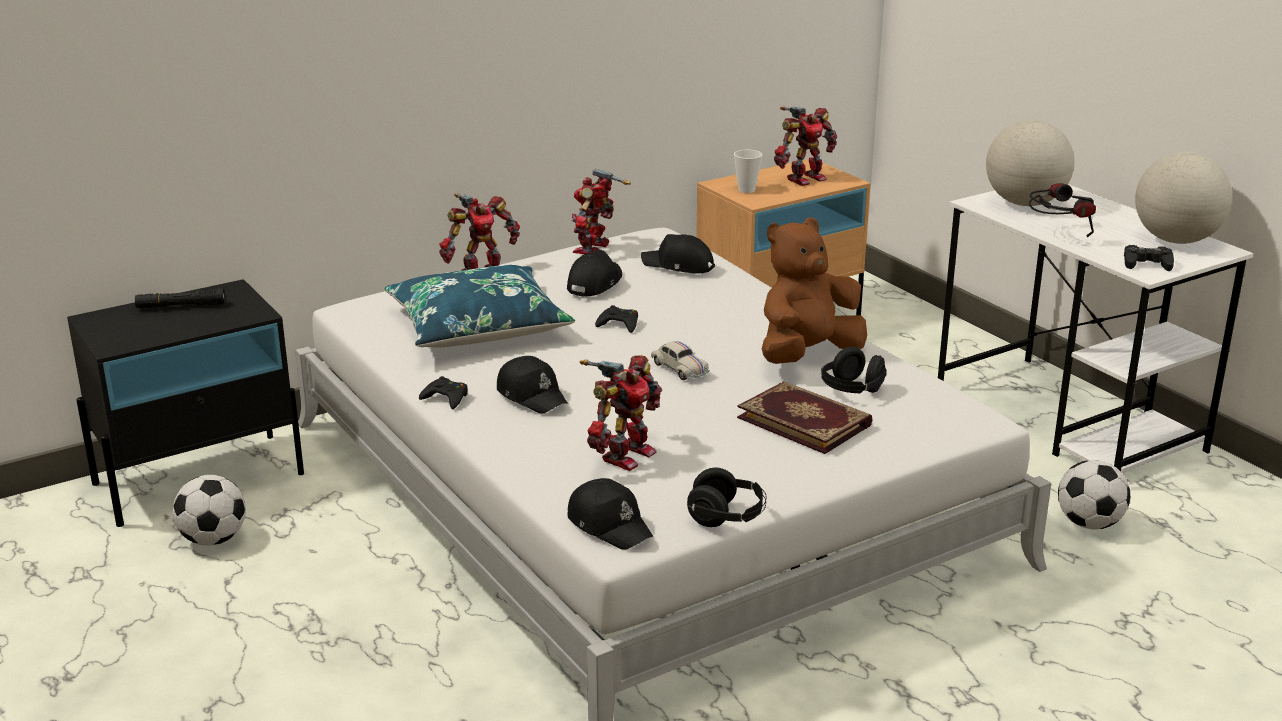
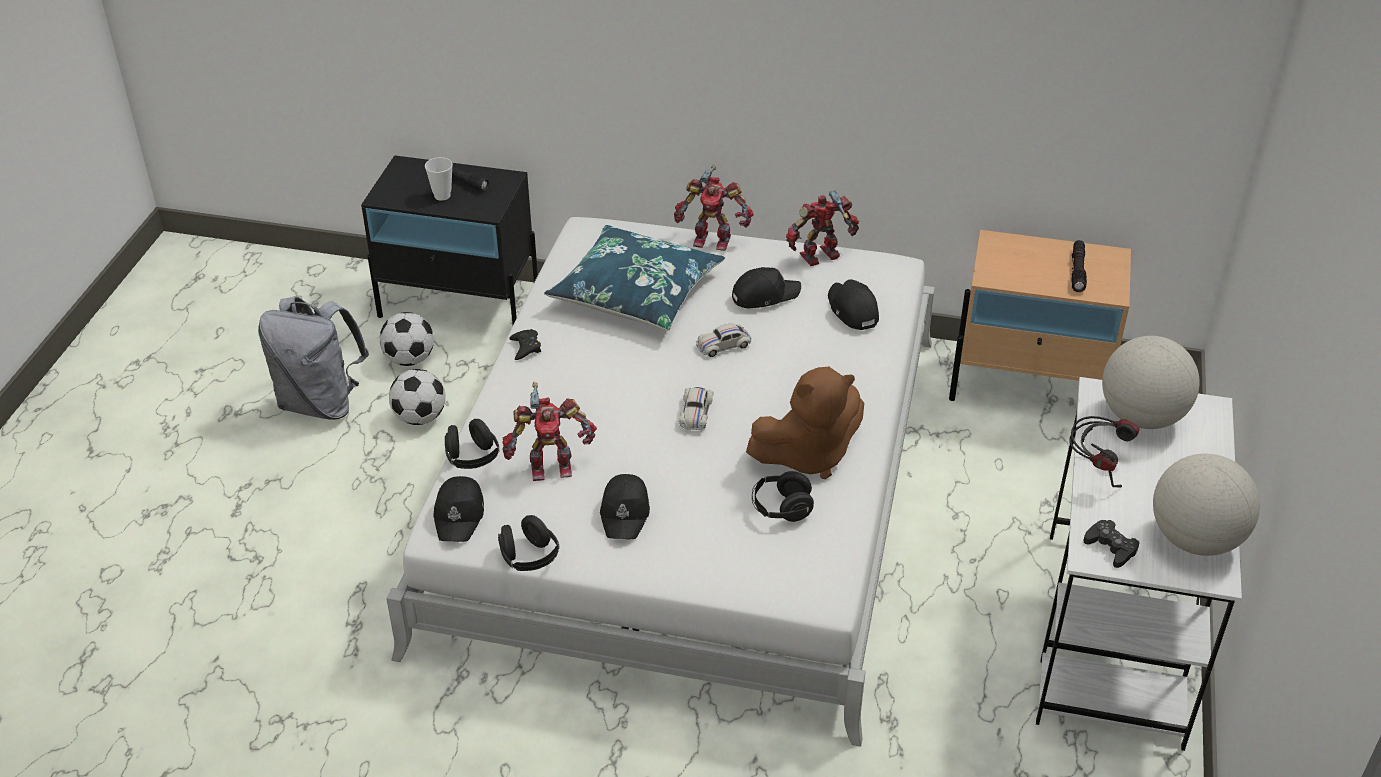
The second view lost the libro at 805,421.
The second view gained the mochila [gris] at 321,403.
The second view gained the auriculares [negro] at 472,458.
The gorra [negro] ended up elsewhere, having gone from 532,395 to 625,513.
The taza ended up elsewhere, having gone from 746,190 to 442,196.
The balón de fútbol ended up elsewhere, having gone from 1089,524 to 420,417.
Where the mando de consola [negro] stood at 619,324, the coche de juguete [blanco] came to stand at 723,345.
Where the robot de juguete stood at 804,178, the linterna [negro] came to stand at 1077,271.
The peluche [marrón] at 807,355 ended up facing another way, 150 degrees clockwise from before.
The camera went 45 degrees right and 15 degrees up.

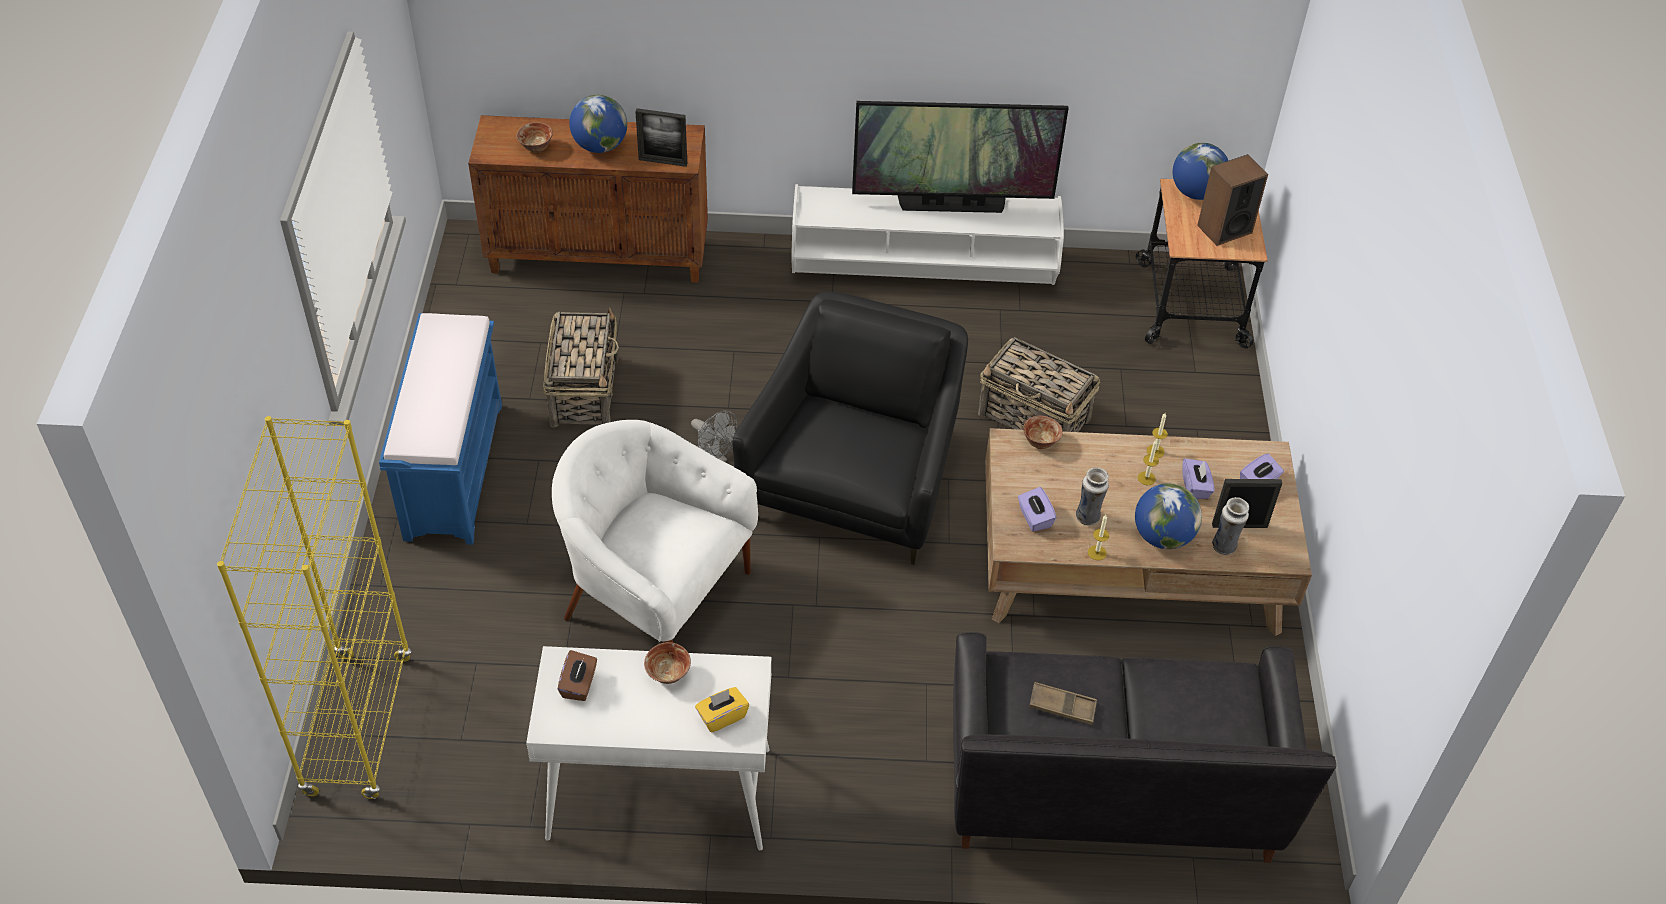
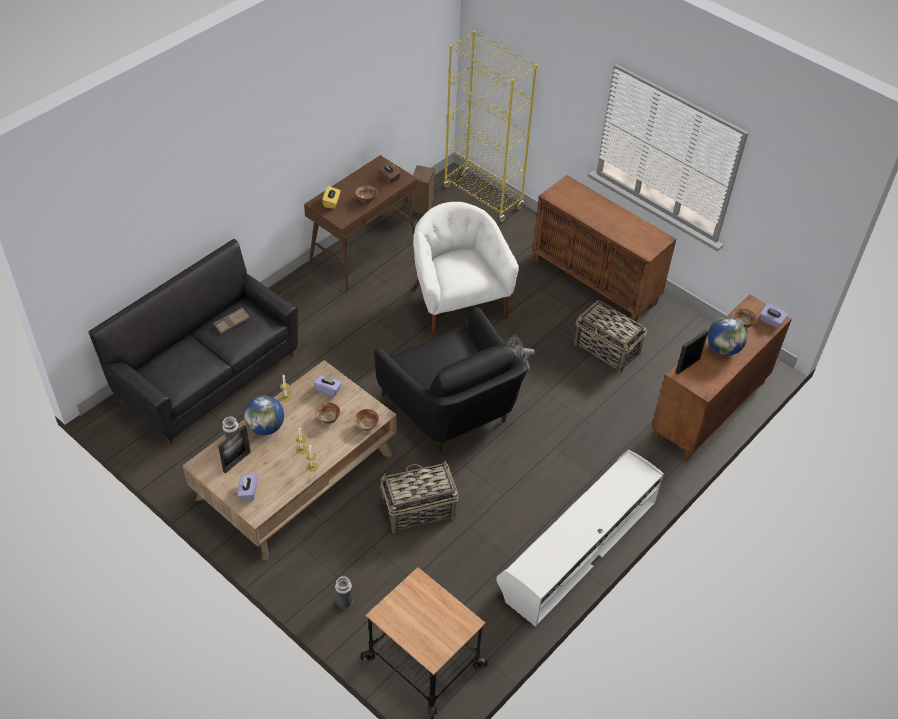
The second view lost the televisor at 952,204.
The second view lost the globo terráqueo at 1196,193.
The second view gained the cuenco at 328,419.
The florero ended up elsewhere, having gone from 1088,517 to 344,603.
The caja de pañuelos [morado] ended up elsewhere, having gone from 1195,487 to 771,321.
The altavoz ended up elsewhere, having gone from 1224,229 to 422,206.
Where the banco [azul] stood at 453,469, the armario [marrón] came to stand at 595,282.
What was the mesa consola [blanco] at 658,794 turned into the mesa consola [marrón] at 363,252.
The sillón [blanco] at 655,596 ended up facing another way, 90 degrees counterclockwise from before.
The camera went 130 degrees right and 0 degrees up.

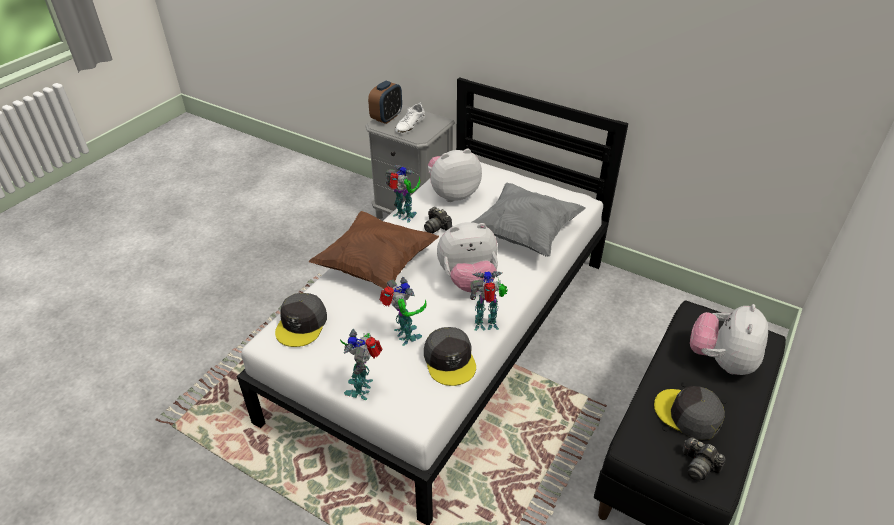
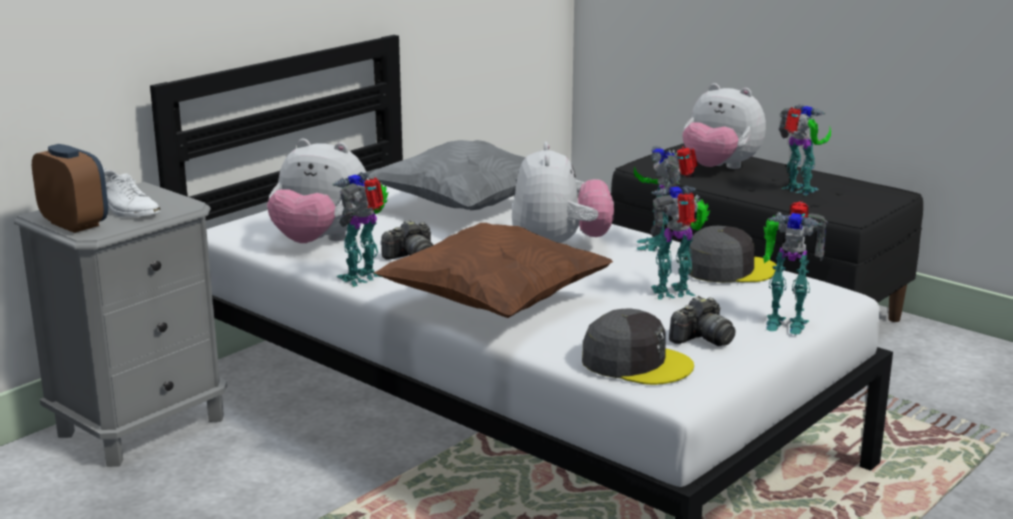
The cámara ended up elsewhere, having gone from 698,466 to 702,339.
Where the gorra [gris] stood at 688,414, the robot de juguete came to stand at 799,190.
The peluche at 453,194 ended up facing another way, 60 degrees counterclockwise from before.
The camera went 80 degrees left and 20 degrees down.

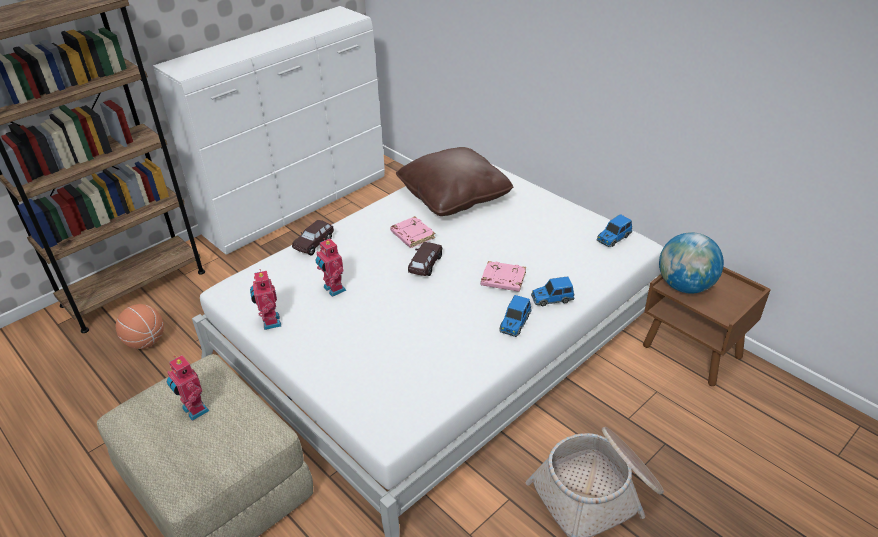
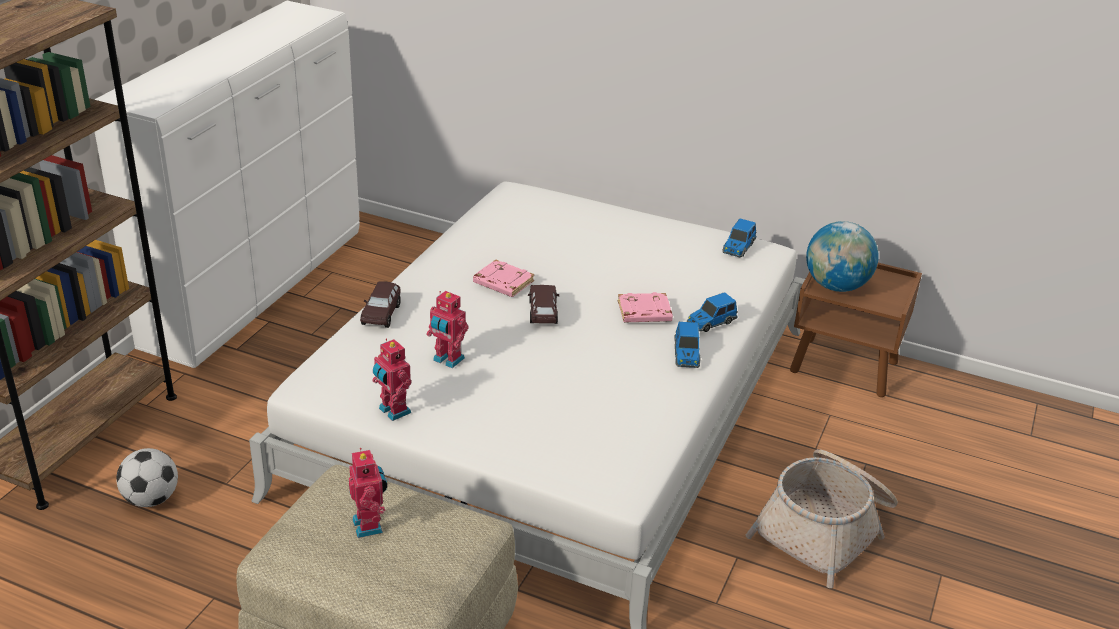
The second view lost the cojín [marrón] at 453,196.
Where the balón de baloncesto stood at 145,341, the balón de fútbol came to stand at 151,499.
The robot de juguete at 194,410 ended up facing another way, 135 degrees counterclockwise from before.
The camera went 25 degrees left and 5 degrees down.

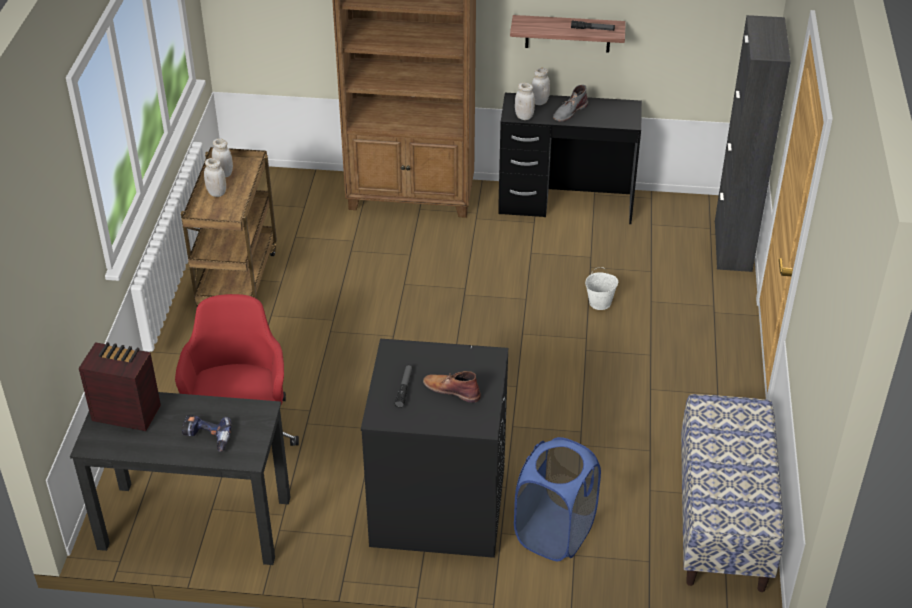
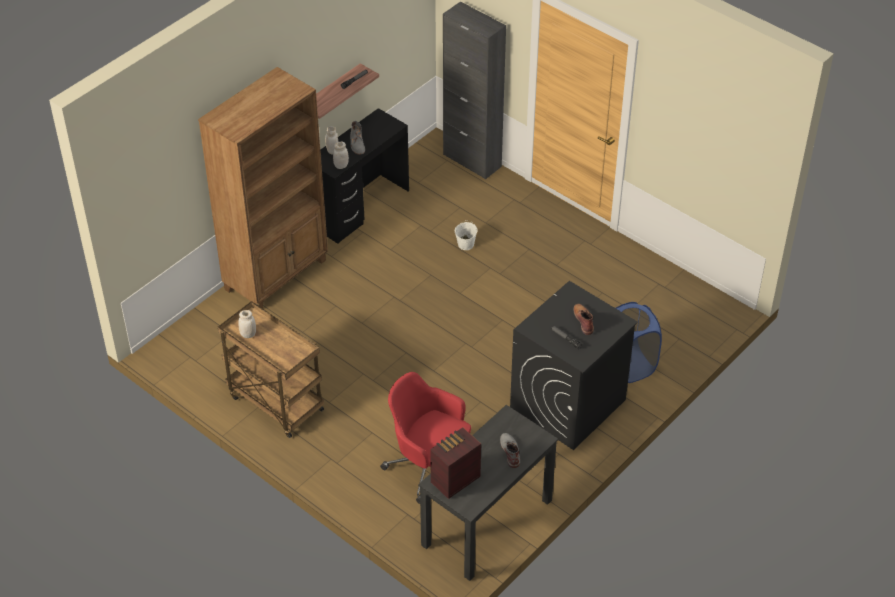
The second view lost the tarro [blanco] at 217,193.
The second view lost the banco at 723,520.
Where the taladro stood at 207,439, the bota [gris] came to stand at 510,451.
The bota [marrón] at 451,389 ended up facing another way, 105 degrees clockwise from before.
The camera went 55 degrees left and 5 degrees up.

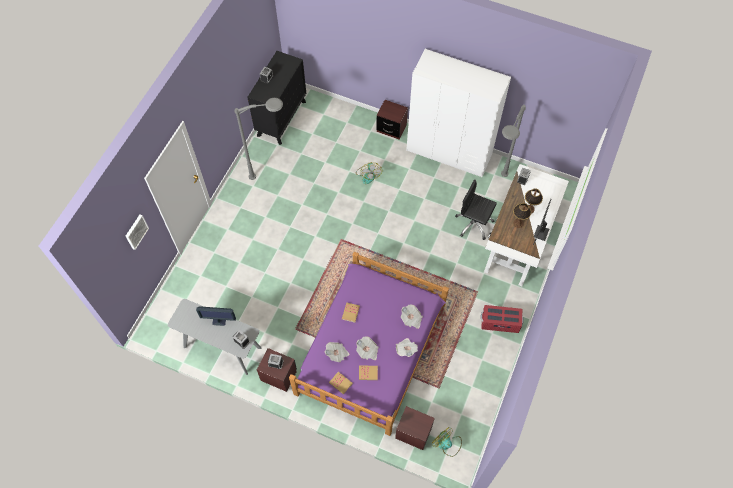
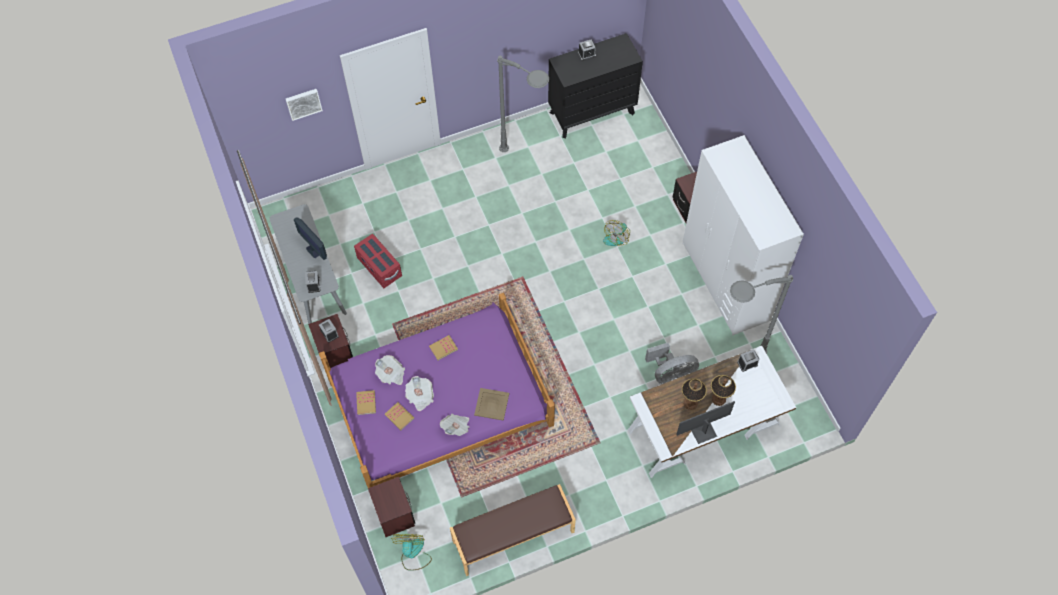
The second view gained the banco [marrón] at 513,537.
The caja de almacenaje [rojo] ended up elsewhere, having gone from 500,323 to 379,267.
Where the periódico stood at 411,319, the bandeja [beis] came to stand at 492,404.
Where the silla de oficina [negro] stood at 473,224, the ventilador [gris] came to stand at 670,374.
The camera went 45 degrees right and 0 degrees up.

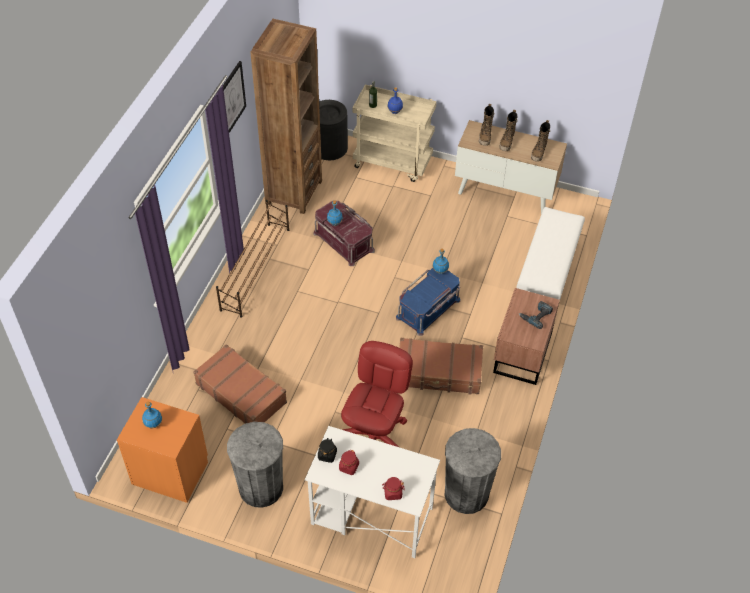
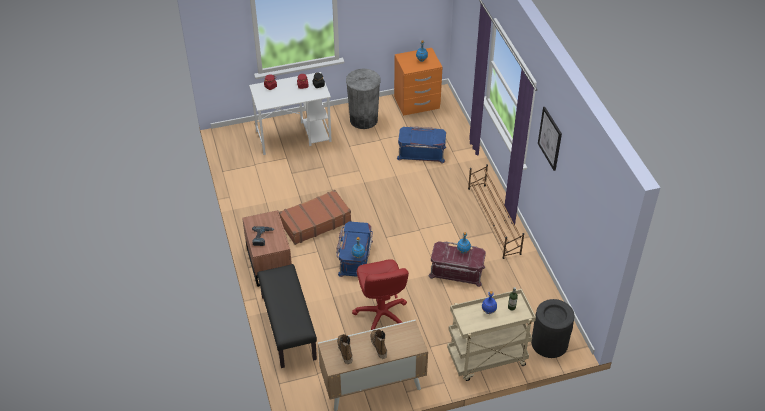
The second view lost the estantería [marrón] at 293,192.
The second view lost the papelera [gris] at 466,494.
The second view lost the bota at 485,137.
The silla de oficina [rojo] ended up elsewhere, having gone from 375,437 to 381,315.
Where the maleta [marrón] stood at 241,392, the caja de almacenaje [azul] came to stand at 421,152.
What was the banco [blanco] at 546,278 turned into the banco [negro] at 287,327.
The camera went 145 degrees right and 5 degrees down.

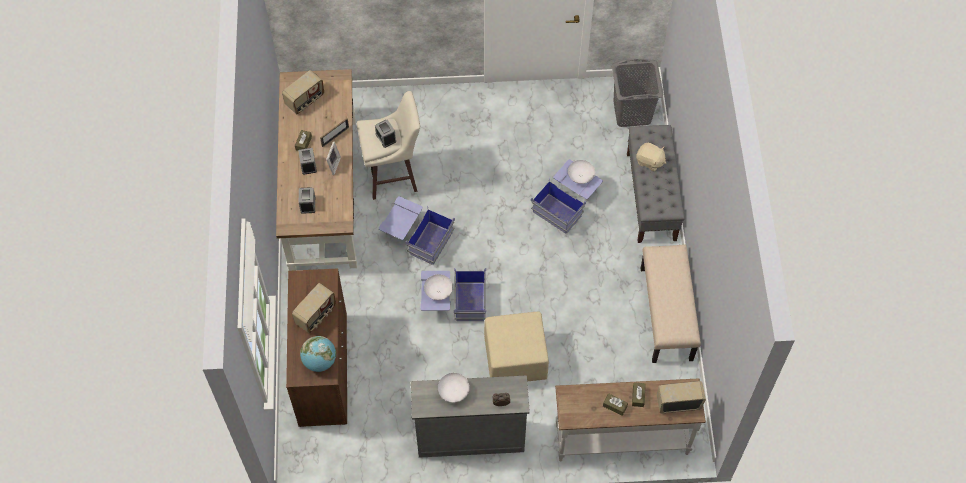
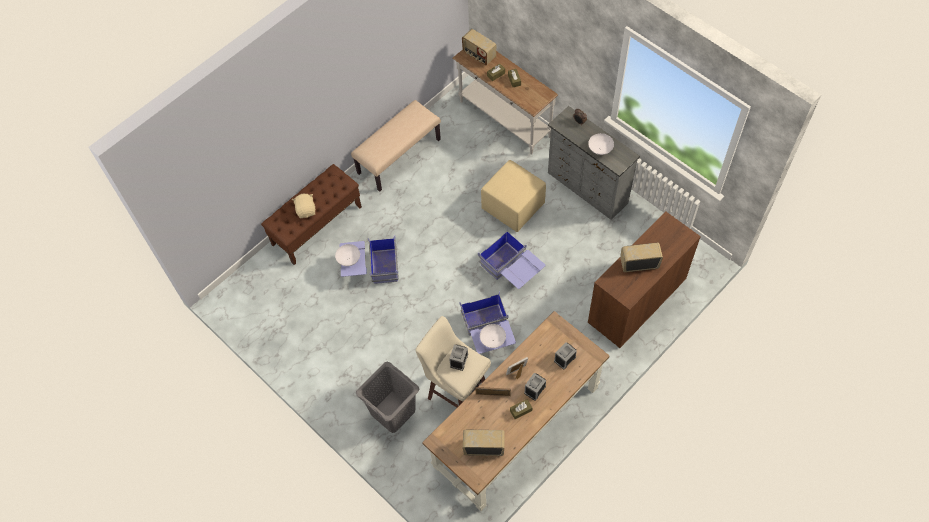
The second view lost the globo terráqueo at 320,361.
The cuenco [blanco] ended up elsewhere, having gone from 439,292 to 492,339.
The cesto de la ropa [gris] ended up elsewhere, having gone from 632,112 to 392,411.
What was the banco [gris] at 651,197 turned into the banco [marrón] at 317,225.
The camera went 130 degrees left and 0 degrees up.

